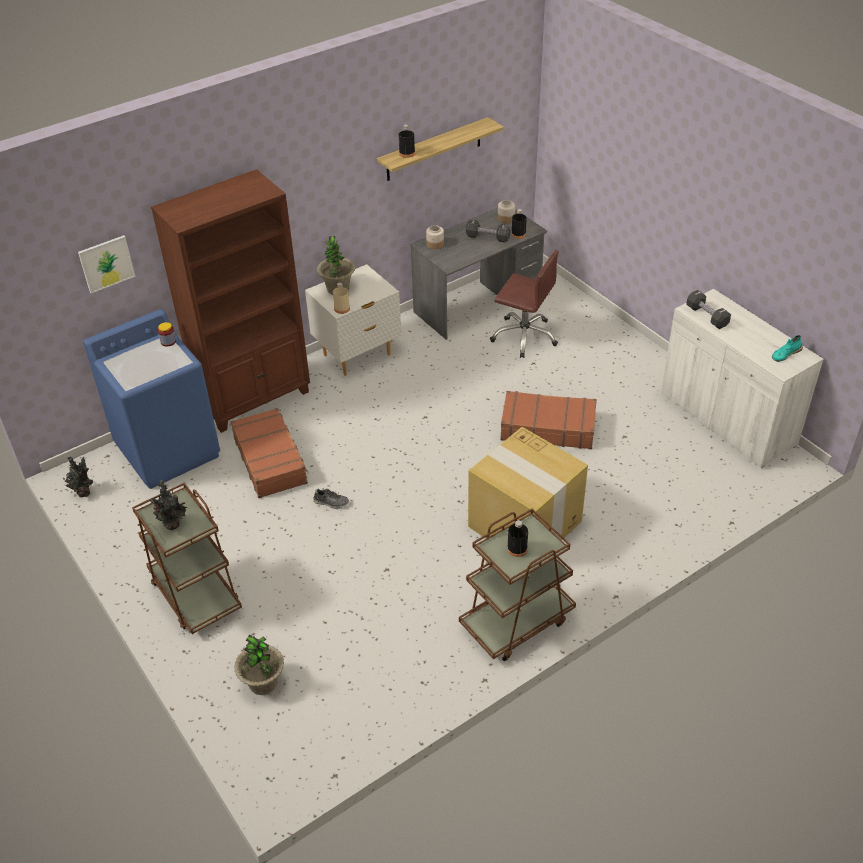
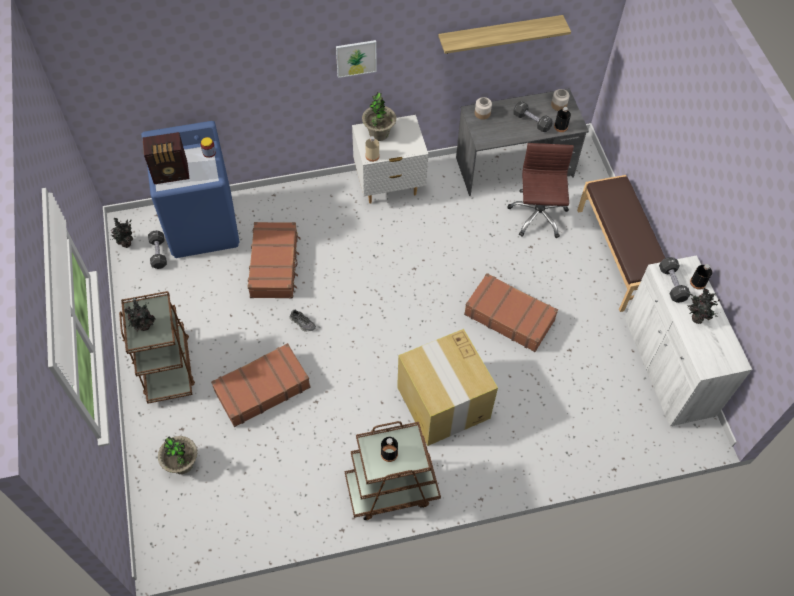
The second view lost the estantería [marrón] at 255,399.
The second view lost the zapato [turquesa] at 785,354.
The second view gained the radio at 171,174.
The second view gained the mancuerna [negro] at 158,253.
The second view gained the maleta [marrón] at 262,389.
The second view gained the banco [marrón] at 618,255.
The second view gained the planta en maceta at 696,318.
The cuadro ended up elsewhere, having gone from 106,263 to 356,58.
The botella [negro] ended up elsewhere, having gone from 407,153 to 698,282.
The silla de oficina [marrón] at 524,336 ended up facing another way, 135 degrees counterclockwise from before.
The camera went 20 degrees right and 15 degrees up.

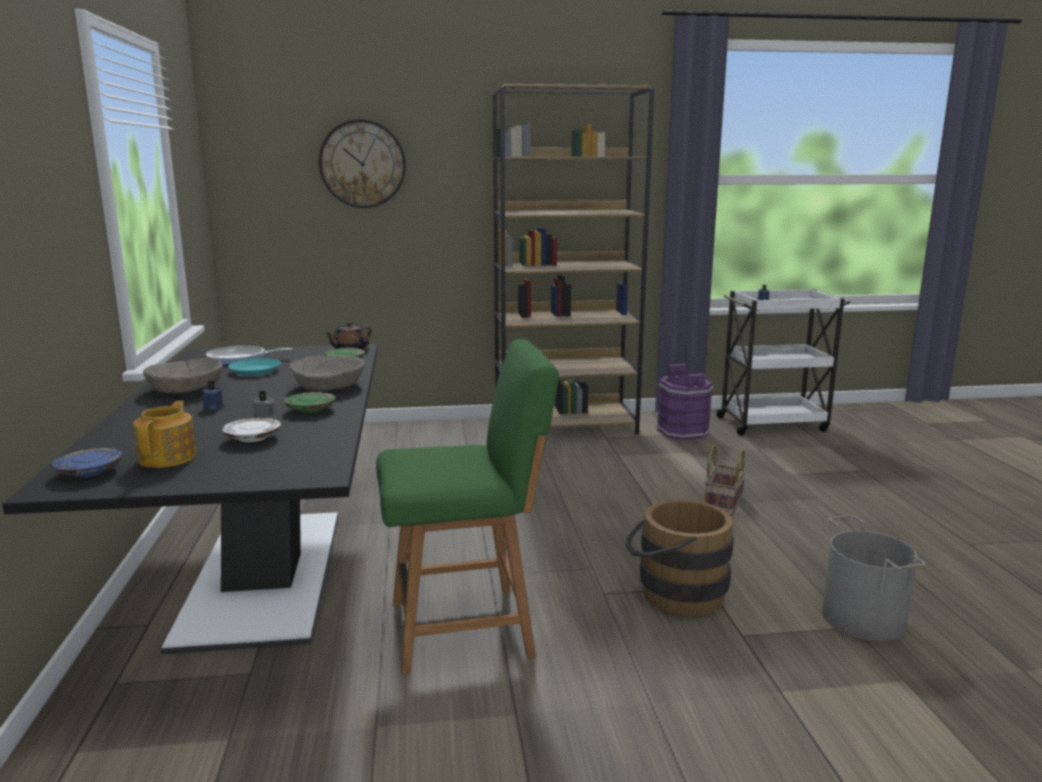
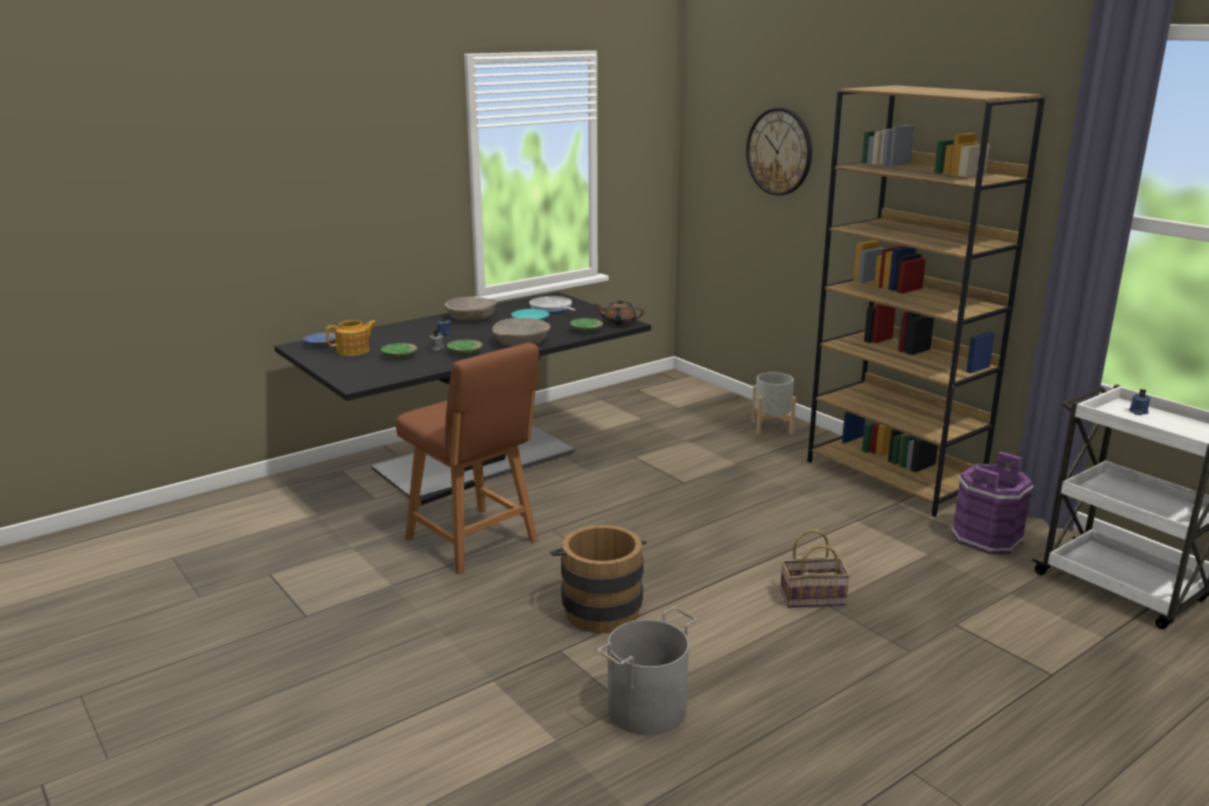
The second view gained the maceta [gris] at 771,427.
What was the plato [blanco] at 252,438 turned into the plato [verde] at 399,356.
What was the silla [verde] at 467,627 turned into the silla [marrón] at 474,542.
The camera went 60 degrees right and 5 degrees up.

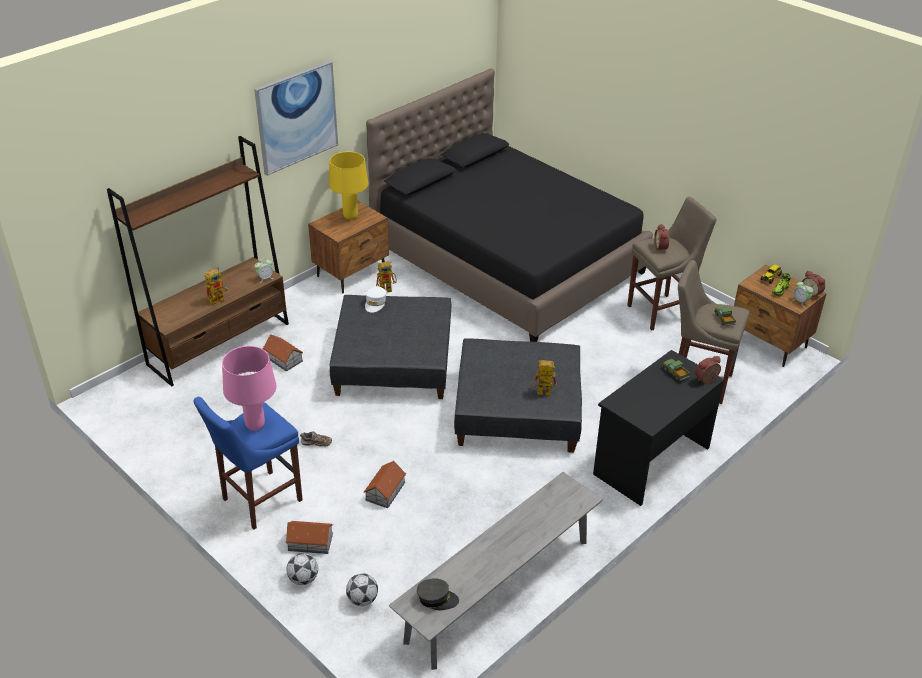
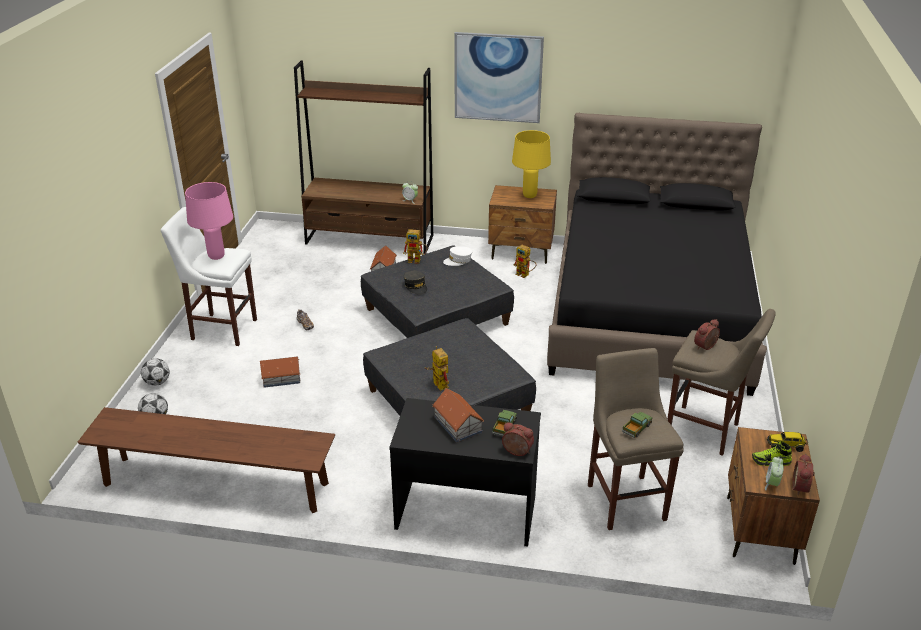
The robot de juguete ended up elsewhere, having gone from 219,299 to 417,260.
The casita ended up elsewhere, having gone from 311,542 to 458,425.
The gorra [gris] ended up elsewhere, having gone from 437,599 to 416,286.
What was the taburete [azul] at 258,501 turned into the taburete [blanco] at 221,329.
What was the banco [gris] at 499,590 turned into the banco [marrón] at 216,484.
The camera went 55 degrees right and 5 degrees down.

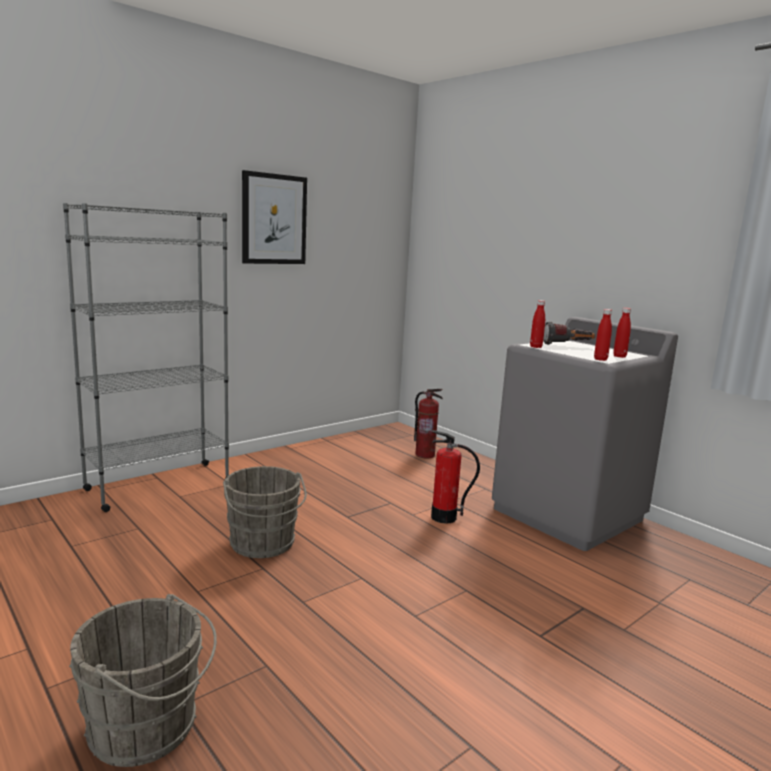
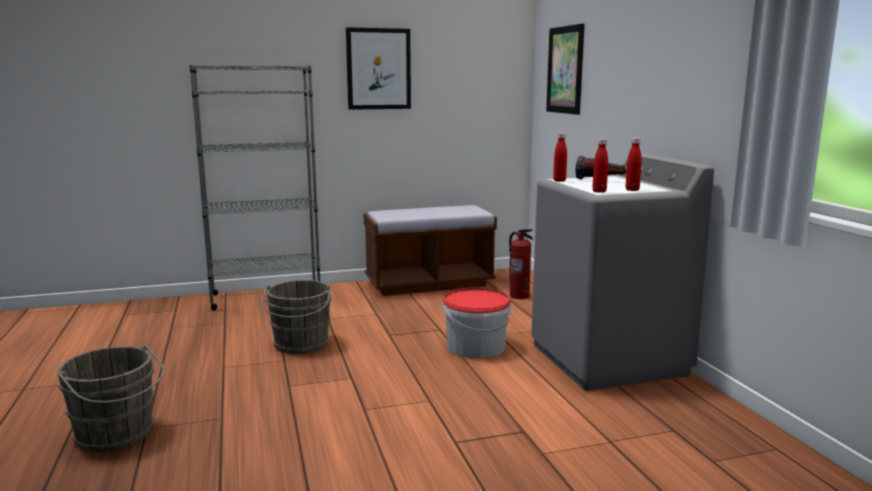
The second view gained the banco [marrón] at 429,283.
The second view gained the cuadro at 565,70.
Where the extintor stood at 444,517, the cubo came to stand at 475,346.
The camera went 25 degrees right and 0 degrees up.

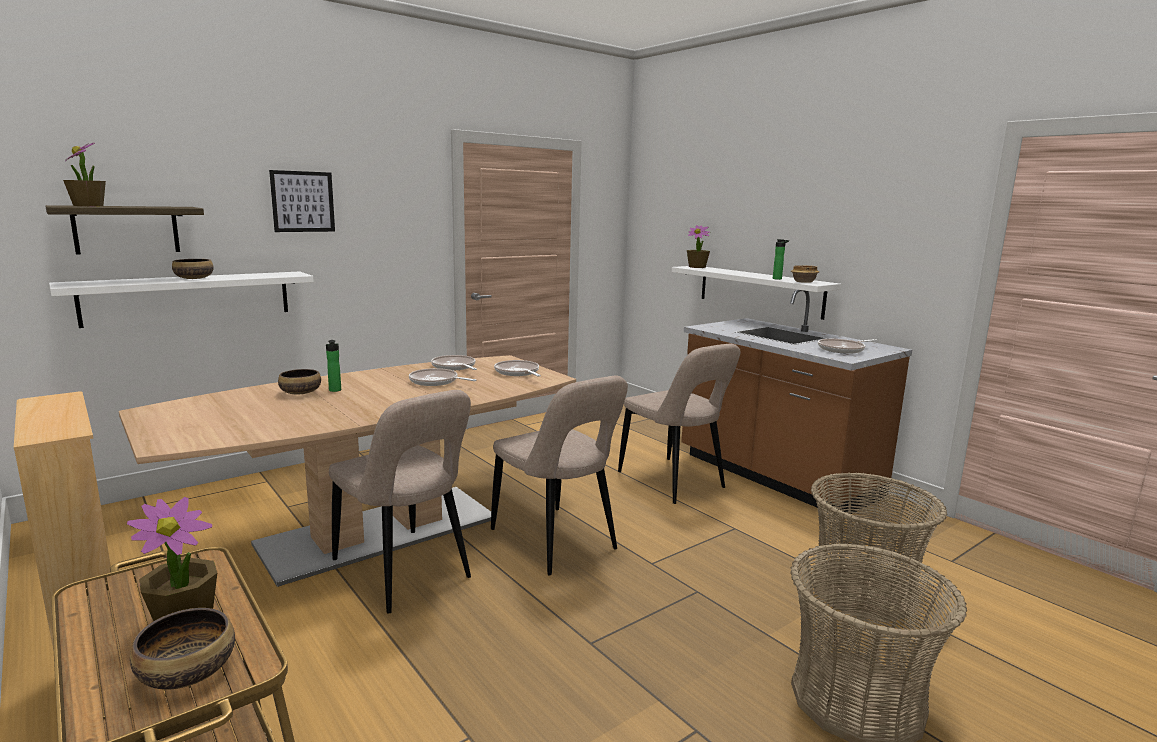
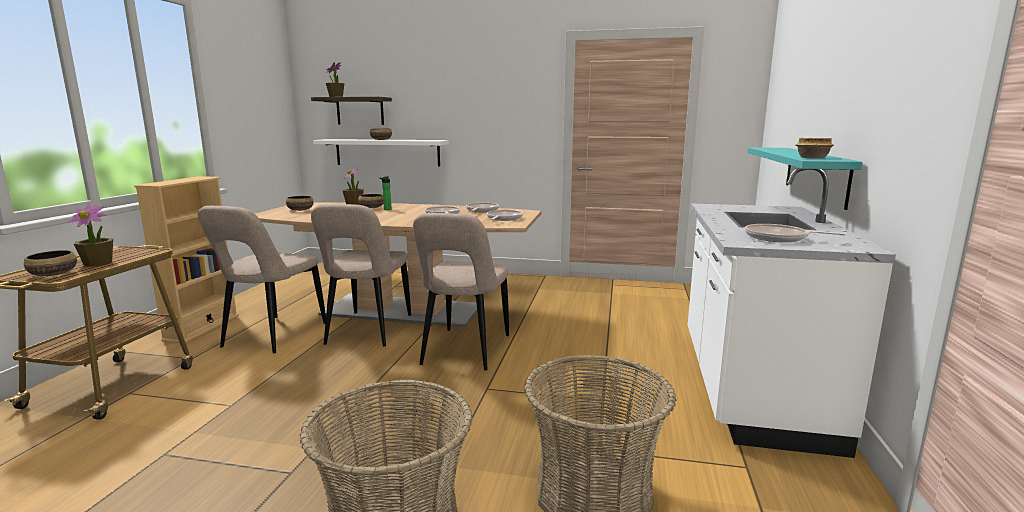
The second view lost the cuadro at 303,201.
The second view lost the botella at 778,279.
The second view gained the cuenco at 300,210.
The silla [beis] ended up elsewhere, having gone from 674,482 to 272,336.
The planta en maceta ended up elsewhere, having gone from 697,267 to 354,204.
What was the estante [blanco] at 759,291 turned into the estante [turquesa] at 815,174.
What was the mueble bajo de cocina [marrón] at 776,476 turned into the mueble bajo de cocina [blanco] at 750,387.
The camera went 50 degrees right and 0 degrees up.

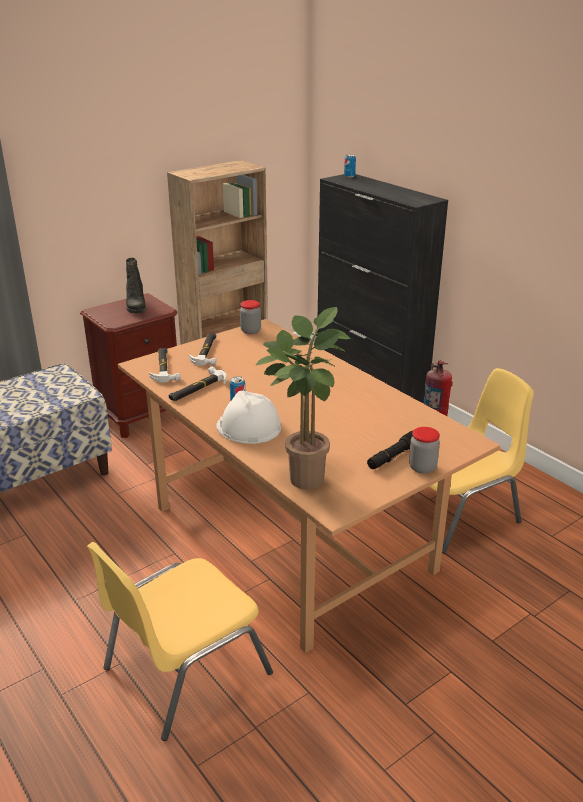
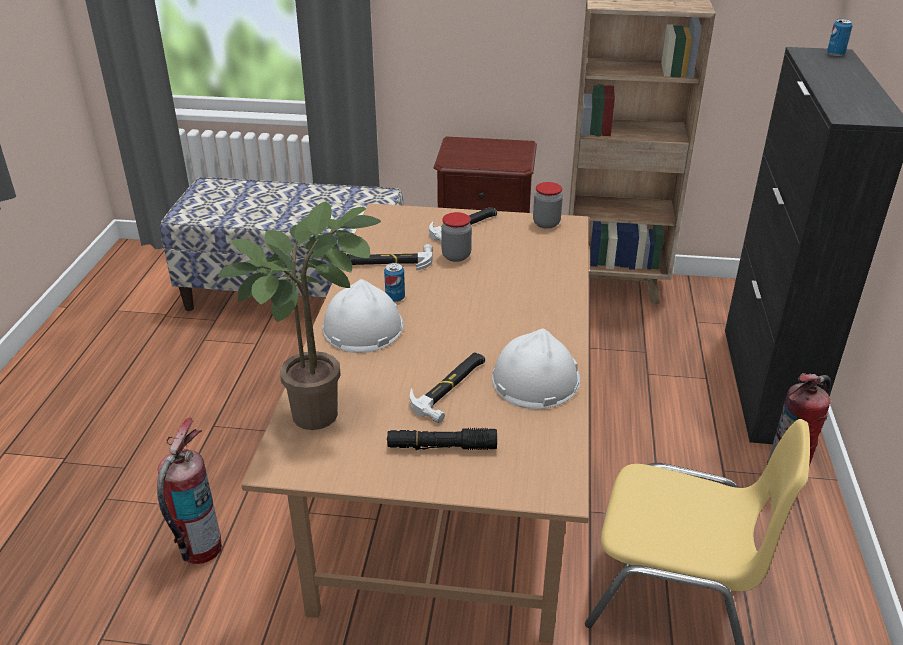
The second view lost the bota [negro] at 135,306.
The second view gained the casco [blanco] at 535,379.
The martillo ended up elsewhere, having gone from 164,367 to 451,388.
The tarro ended up elsewhere, having gone from 422,467 to 456,256.
Where the silla [amarillo] stood at 184,670, the extintor came to stand at 200,549.
The camera went 45 degrees right and 5 degrees up.

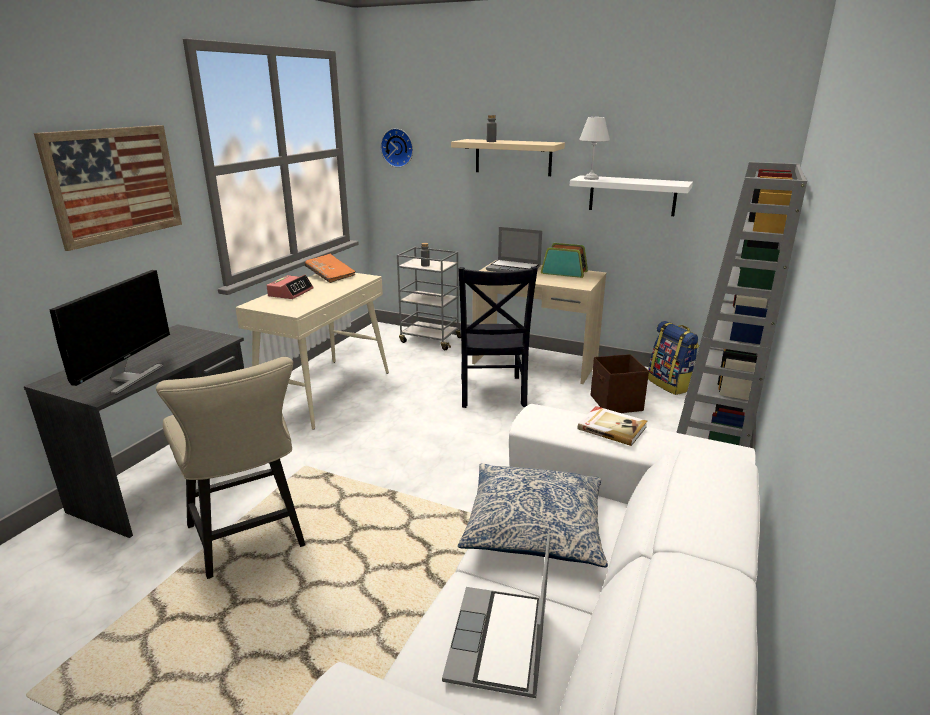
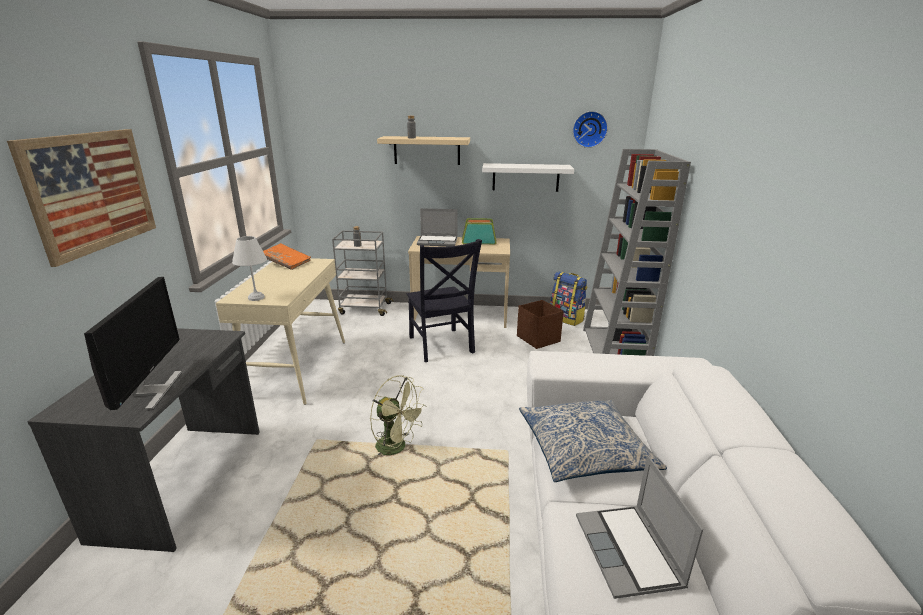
The second view lost the silla [beis] at 250,540.
The second view lost the despertador at 291,292.
The second view lost the libro at 612,427.
The second view gained the ventilador [verde] at 397,448.
The reloj de pared ended up elsewhere, having gone from 398,147 to 589,129.
The lámpara de mesa [blanco] ended up elsewhere, having gone from 590,178 to 255,297.
The camera went 20 degrees left and 0 degrees up.

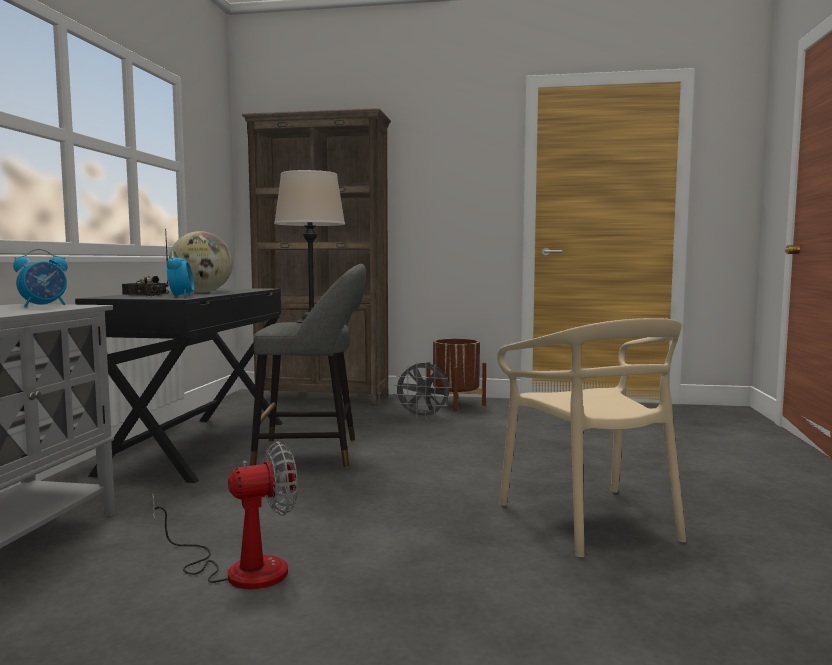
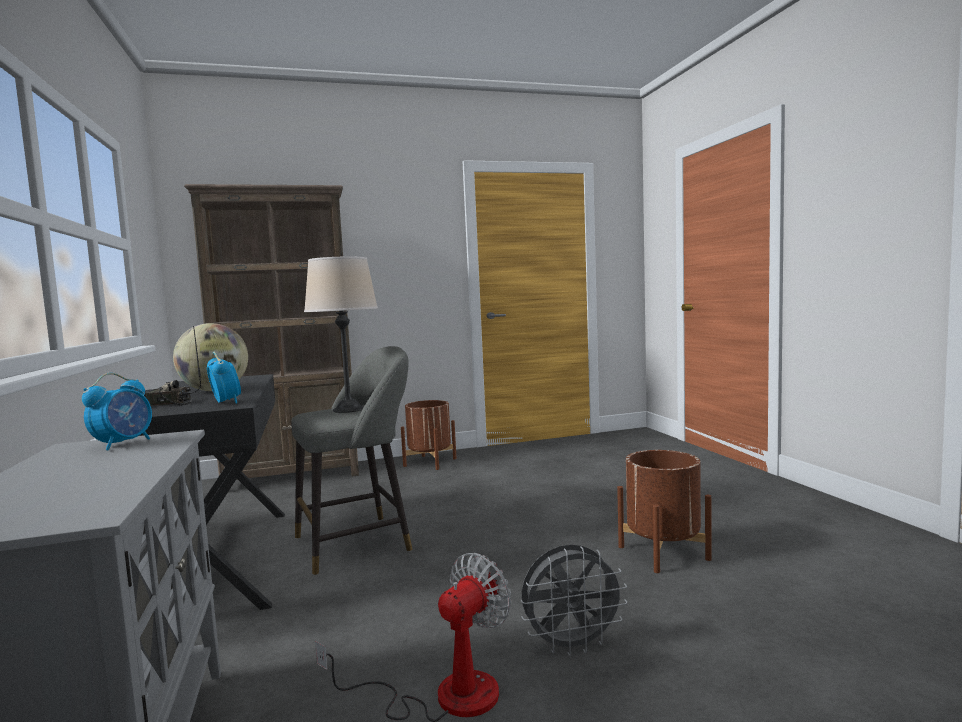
The ventilador [gris] ended up elsewhere, having gone from 423,417 to 572,645.
Where the silla [beis] stood at 590,520, the maceta [marrón] came to stand at 663,553.
The camera went 25 degrees left and 0 degrees up.

